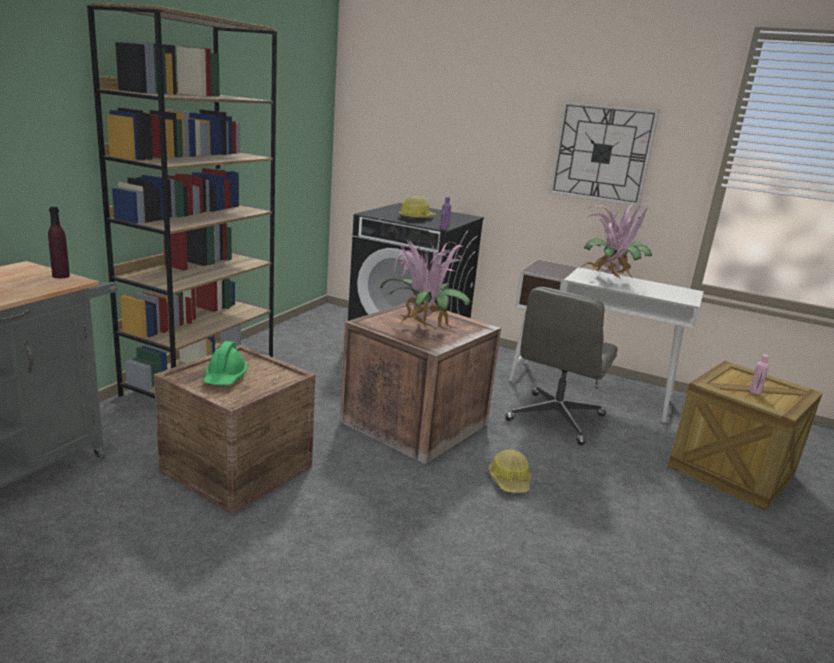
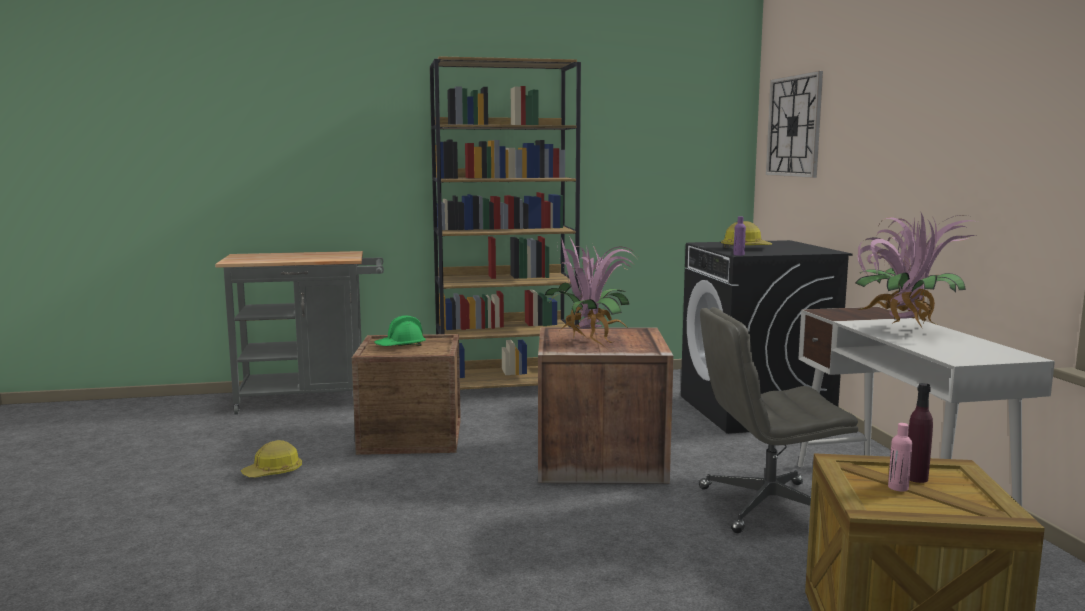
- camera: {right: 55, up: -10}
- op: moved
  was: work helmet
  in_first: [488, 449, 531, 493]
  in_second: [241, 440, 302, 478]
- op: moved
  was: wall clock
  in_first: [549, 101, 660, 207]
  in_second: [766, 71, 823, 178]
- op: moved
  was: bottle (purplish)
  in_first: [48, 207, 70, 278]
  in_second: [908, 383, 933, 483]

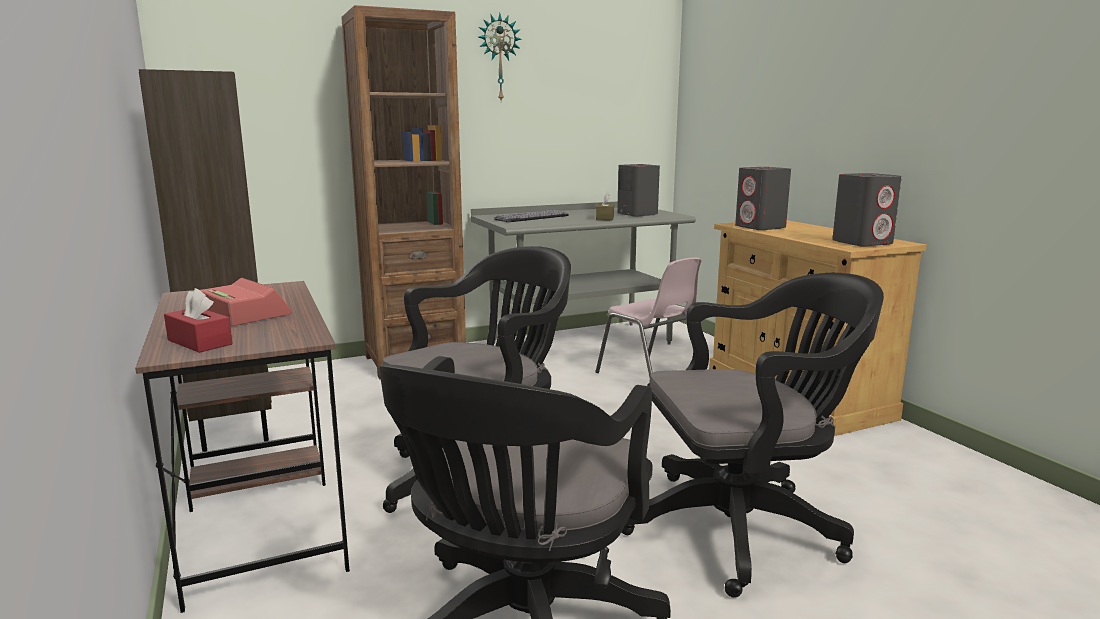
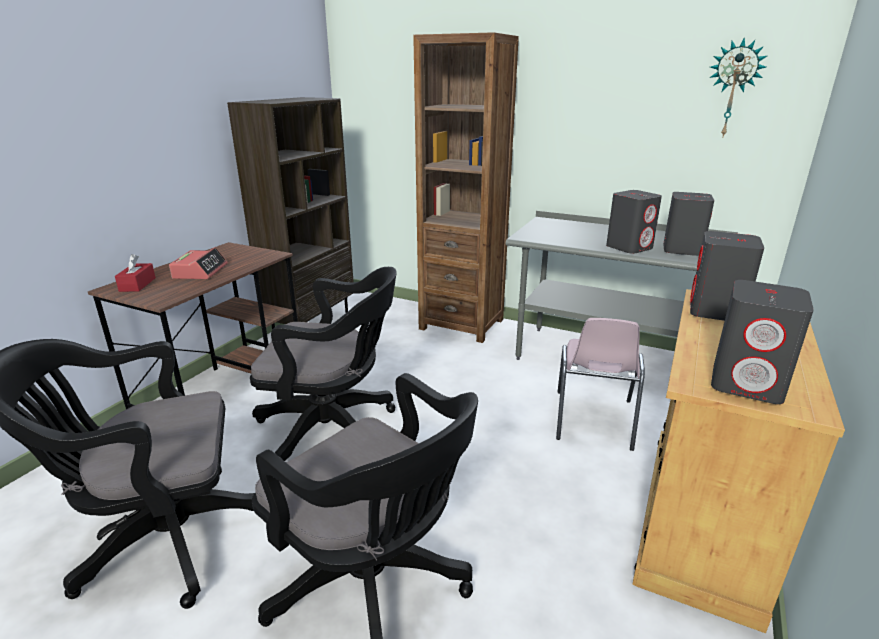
- camera: {right: 50, up: 10}
- op: replaced
  was: tissue holder (brownish)
  now: audio speaker (greyish)
  in_first: [596, 192, 614, 221]
  in_second: [606, 190, 662, 254]
- op: moved
  was: wall clock
  in_first: [479, 13, 521, 101]
  in_second: [709, 38, 767, 136]
- op: removed
  was: computer keyboard
  in_first: [494, 210, 569, 222]

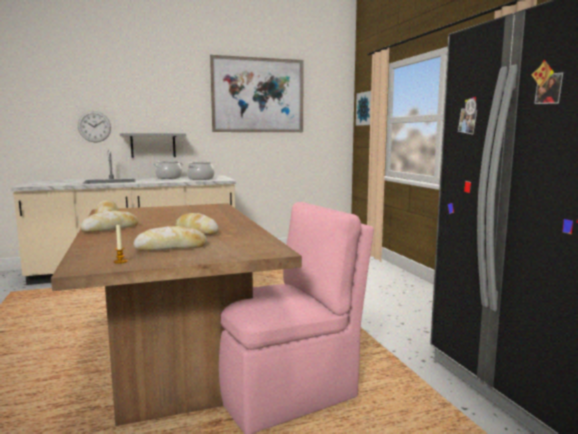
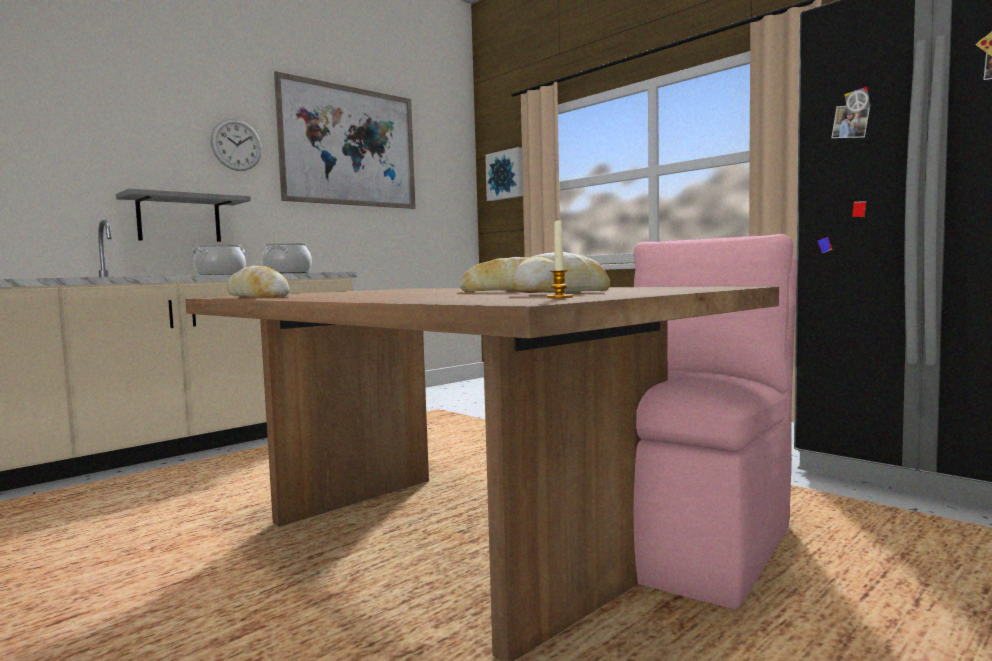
- camera: {right: -25, up: -5}
- op: moved
  was: wall clock
  in_first: [78, 111, 111, 142]
  in_second: [211, 119, 262, 171]
- op: removed
  was: bakery bread
  in_first: [80, 211, 139, 232]

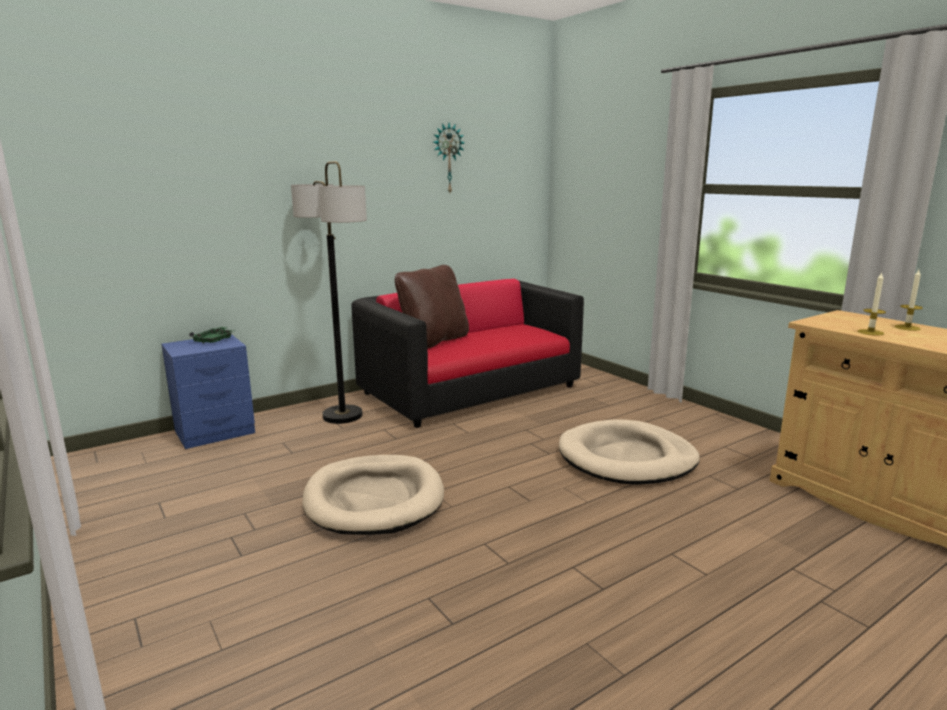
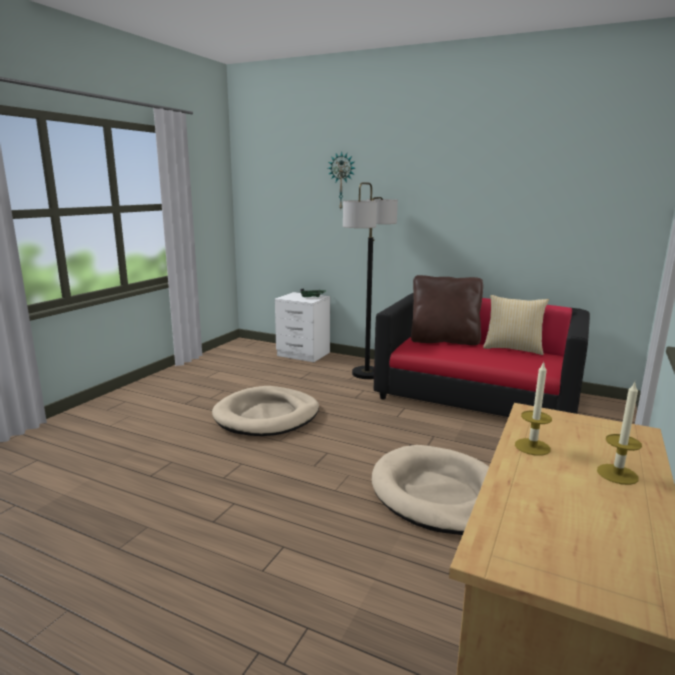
- camera: {right: 60, up: 0}
- op: recoloured
  was: nightstand (blue)
  now: nightstand (white)
  in_first: [161, 334, 255, 449]
  in_second: [275, 292, 330, 362]
- op: moved
  was: wall clock
  in_first: [433, 123, 465, 193]
  in_second: [328, 151, 355, 209]
- op: added
  now: throw pillow
  in_second: [483, 295, 549, 355]

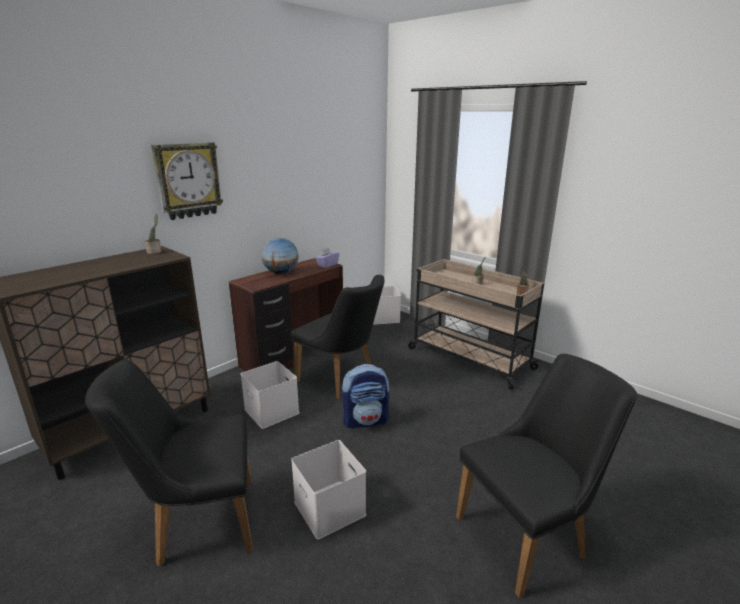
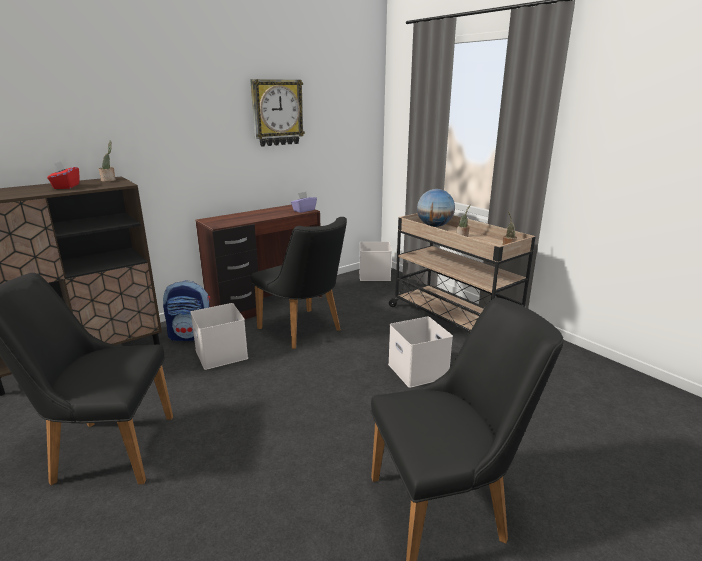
- camera: {right: 10, up: 0}
- op: added
  now: tissue holder (reddish)
  in_second: [47, 161, 79, 189]
- op: moved
  was: knapsack
  in_first: [342, 364, 389, 428]
  in_second: [163, 280, 210, 341]
- op: moved
  was: wall clock
  in_first: [151, 142, 223, 220]
  in_second: [250, 79, 305, 147]
- op: moved
  was: storage box (white)
  in_first: [291, 440, 366, 540]
  in_second: [388, 317, 453, 388]
- op: moved
  was: desk globe
  in_first: [262, 238, 298, 274]
  in_second: [417, 189, 455, 227]

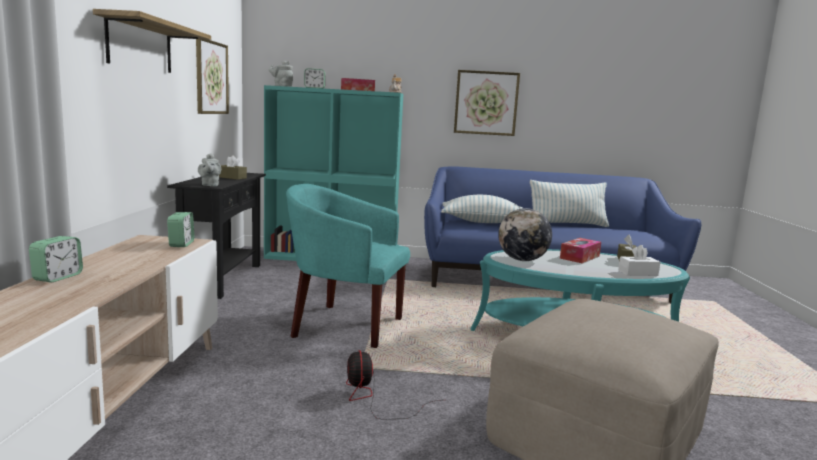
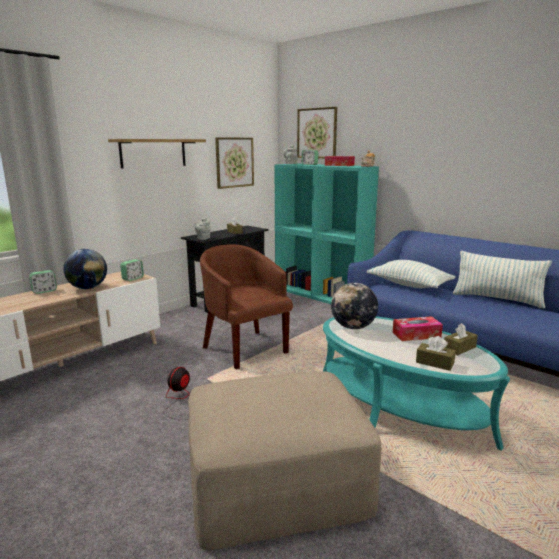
- camera: {right: 40, up: 5}
- op: added
  now: desk globe
  in_second: [63, 249, 107, 289]
- op: recoloured
  was: easy chair (turquoise)
  now: easy chair (brownish)
  in_first: [286, 184, 410, 348]
  in_second: [200, 244, 293, 369]
- op: moved
  was: wall picture
  in_first: [454, 70, 520, 136]
  in_second: [297, 107, 337, 158]
- op: recoloured
  was: tissue holder (white)
  now: tissue holder (brownish)
  in_first: [618, 245, 660, 276]
  in_second: [416, 336, 456, 371]

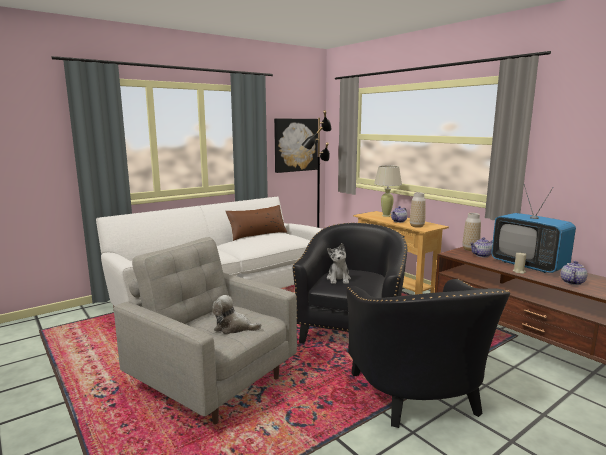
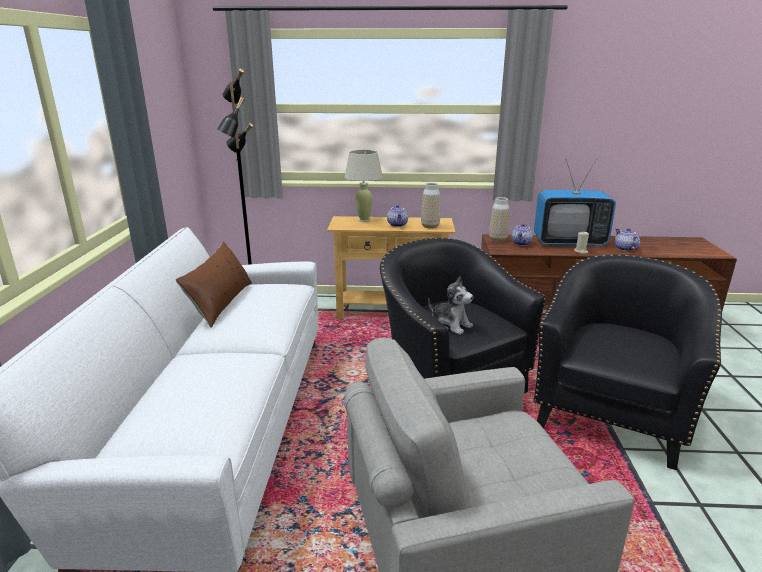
- camera: {right: -50, up: 10}
- op: turned
  was: easy chair (black)
  in_first: [346, 279, 510, 428]
  in_second: [534, 254, 722, 470]
  clockwise: -90
- op: removed
  was: plush toy
  in_first: [212, 295, 261, 334]
- op: removed
  was: wall picture
  in_first: [274, 119, 318, 173]

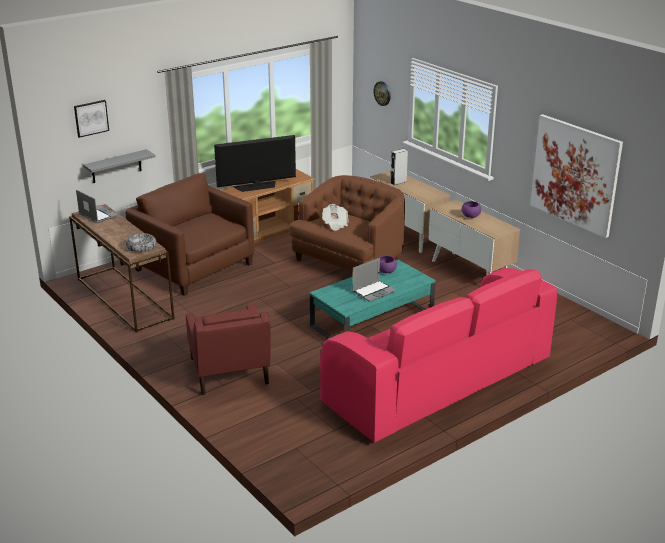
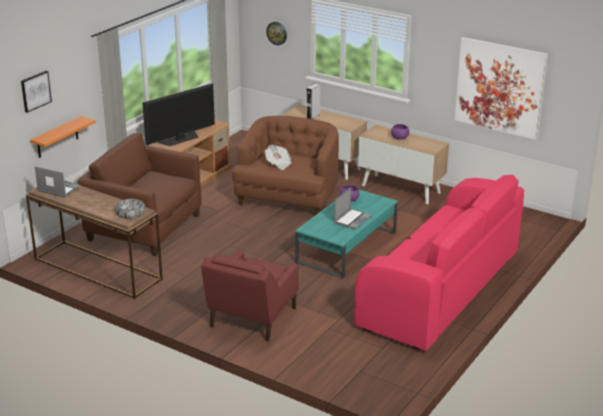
- camera: {right: -20, up: 0}
- op: recoloured
  was: shelf (greyish)
  now: shelf (orangey)
  in_first: [83, 149, 155, 183]
  in_second: [30, 116, 96, 158]
- op: turned
  was: easy chair (reddish)
  in_first: [186, 304, 271, 395]
  in_second: [201, 251, 299, 342]
  clockwise: 60

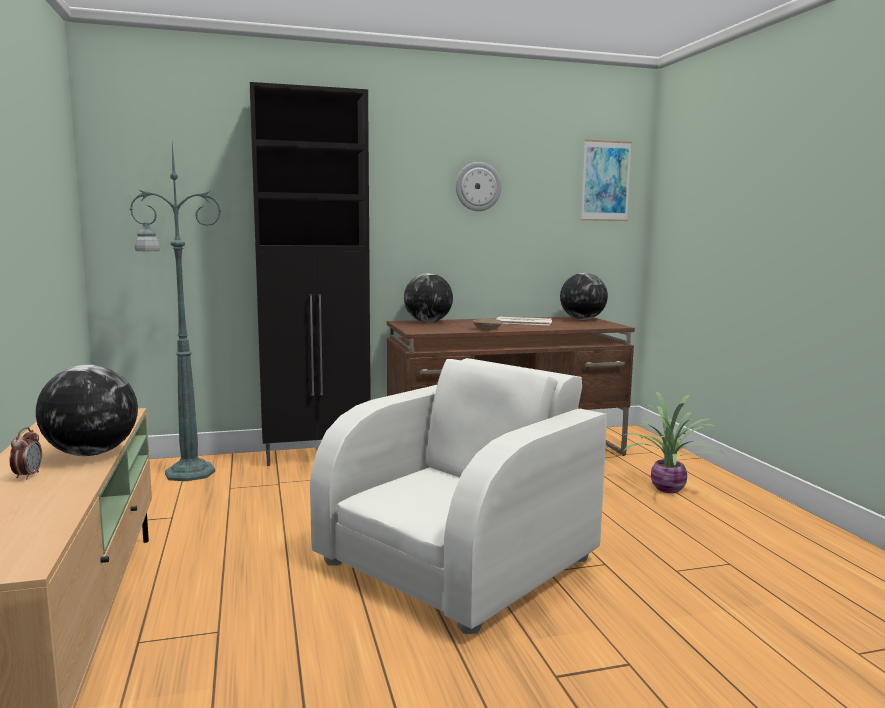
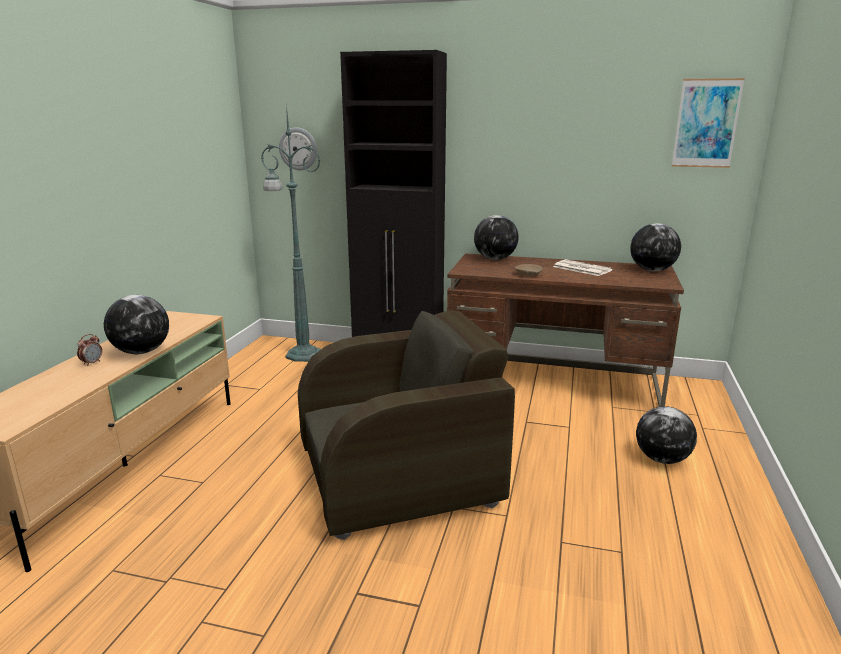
- camera: {right: 30, up: 10}
- op: moved
  was: wall clock
  in_first: [456, 162, 501, 211]
  in_second: [279, 127, 317, 170]
- op: recoloured
  was: easy chair (white)
  now: easy chair (brownish)
  in_first: [310, 358, 607, 634]
  in_second: [298, 310, 515, 540]
- op: replaced
  was: houseplant
  now: desk globe
  in_first: [624, 392, 728, 493]
  in_second: [636, 406, 697, 464]

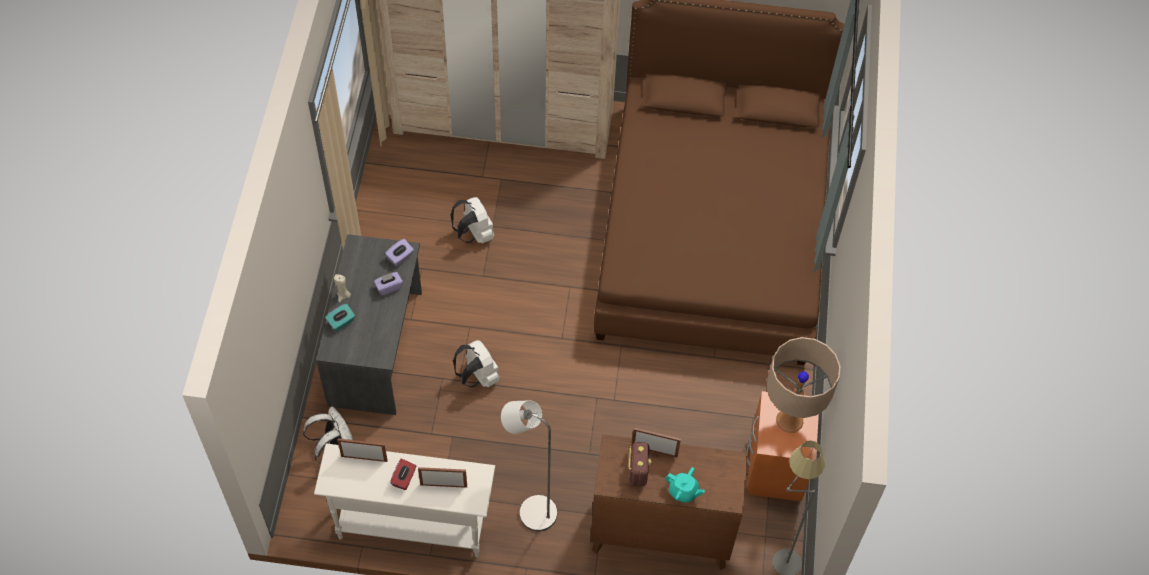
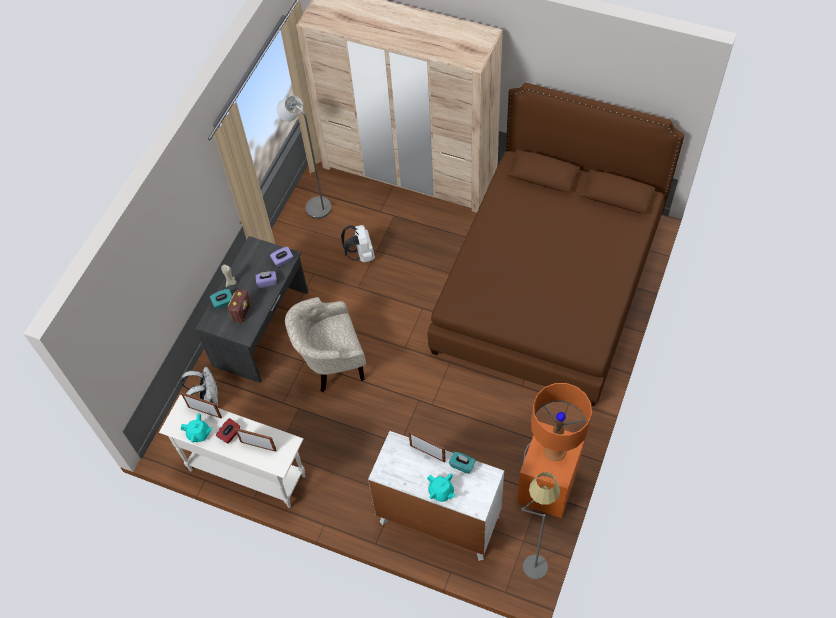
- camera: {right: 20, up: 0}
- op: added
  now: tea pot (turquoise)
  in_second: [181, 413, 212, 442]
- op: moved
  was: radio receiver
  in_first: [629, 442, 652, 486]
  in_second: [228, 289, 251, 323]
- op: moved
  was: floor lamp (greyish)
  in_first: [501, 400, 557, 531]
  in_second: [276, 95, 332, 219]
- op: replaced
  was: knapsack (white)
  now: easy chair (beige-coloured)
  in_first: [453, 340, 500, 387]
  in_second: [285, 297, 366, 392]
- op: recoloured
  was: chest of drawers (brownish)
  now: chest of drawers (white)
  in_first: [590, 434, 748, 570]
  in_second: [368, 431, 504, 561]
- op: added
  now: tissue holder (turquoise)
  in_second: [449, 452, 476, 474]
- op: recoloured
  was: lamp for a table (beige-coloured)
  now: lamp for a table (orangey)
  in_first: [767, 337, 840, 433]
  in_second: [531, 383, 592, 461]

